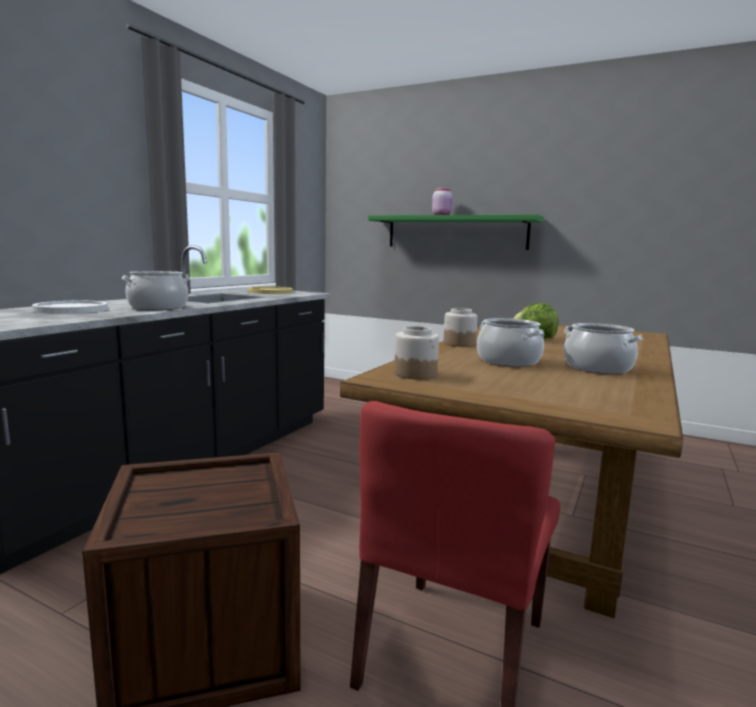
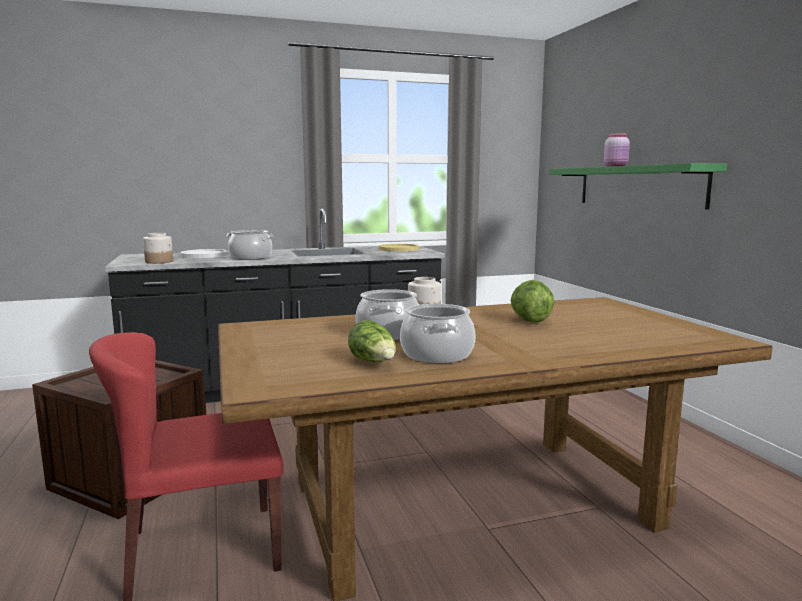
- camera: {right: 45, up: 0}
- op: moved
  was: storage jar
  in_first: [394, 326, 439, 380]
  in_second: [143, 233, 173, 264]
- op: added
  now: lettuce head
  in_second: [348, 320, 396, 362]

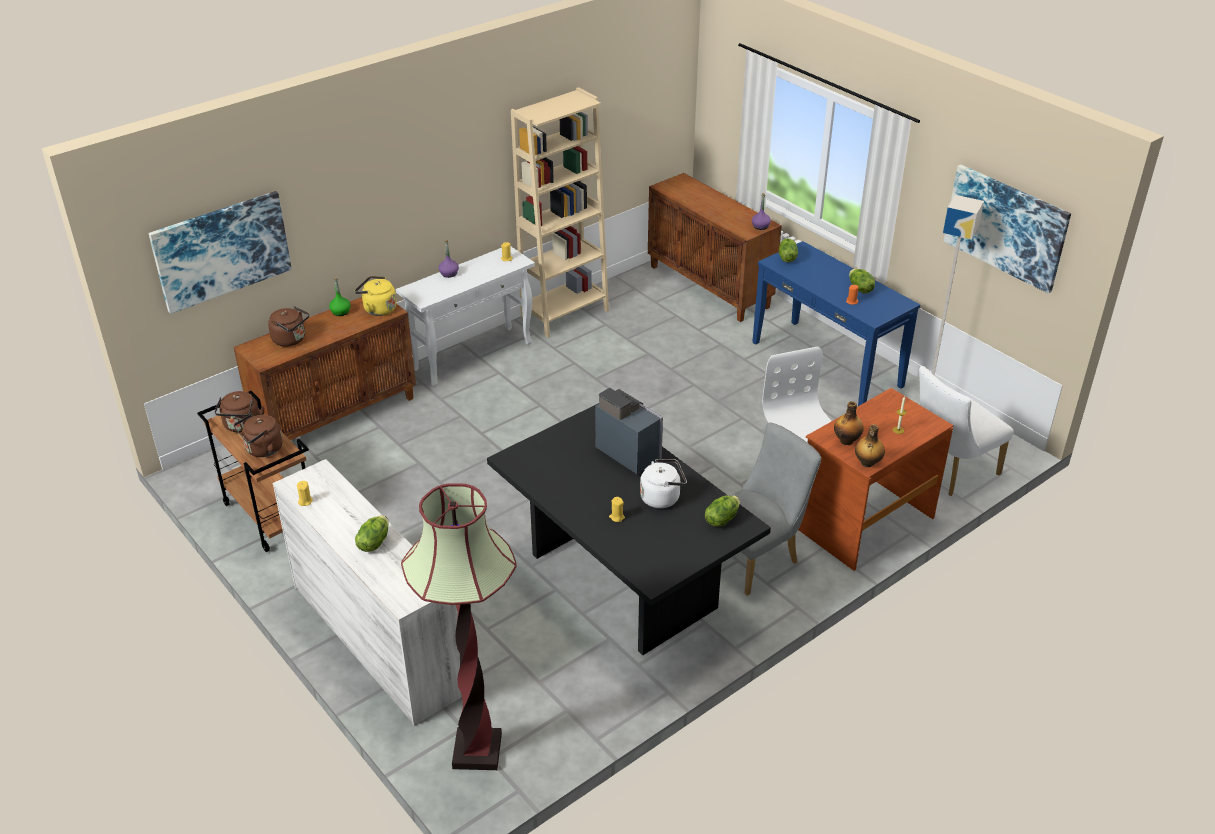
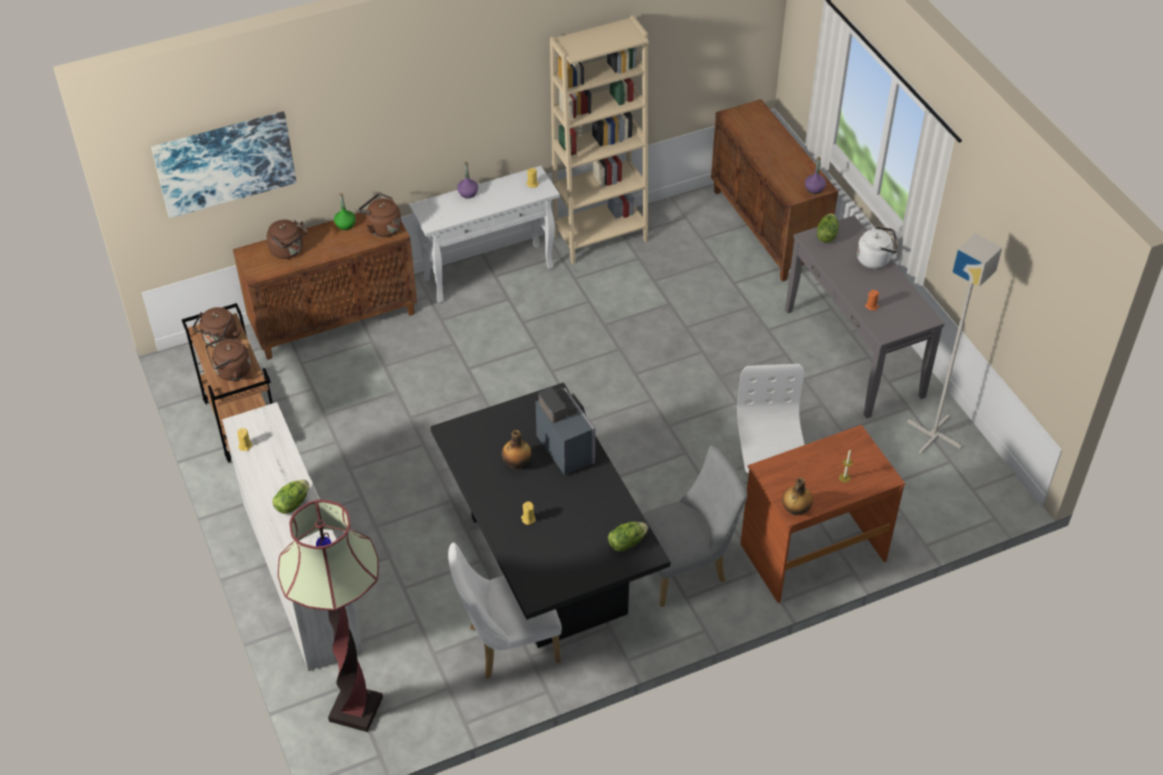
- camera: {right: 15, up: 10}
- op: recoloured
  was: water kettle (yellow)
  now: water kettle (brownish)
  in_first: [355, 276, 397, 316]
  in_second: [359, 193, 401, 237]
- op: moved
  was: plain chair (white)
  in_first: [919, 366, 1014, 496]
  in_second: [448, 542, 562, 679]
- op: moved
  was: bottle
  in_first: [834, 401, 864, 445]
  in_second: [502, 430, 532, 470]
- op: recoloured
  was: hall table (blue)
  now: hall table (greyish)
  in_first: [752, 241, 920, 406]
  in_second: [785, 215, 945, 419]
- op: moved
  was: water kettle (white)
  in_first: [640, 459, 687, 508]
  in_second: [857, 226, 898, 269]
- op: removed
  was: lettuce head
  in_first: [849, 269, 875, 294]
- op: removed
  was: wall picture
  in_first: [944, 165, 1071, 294]

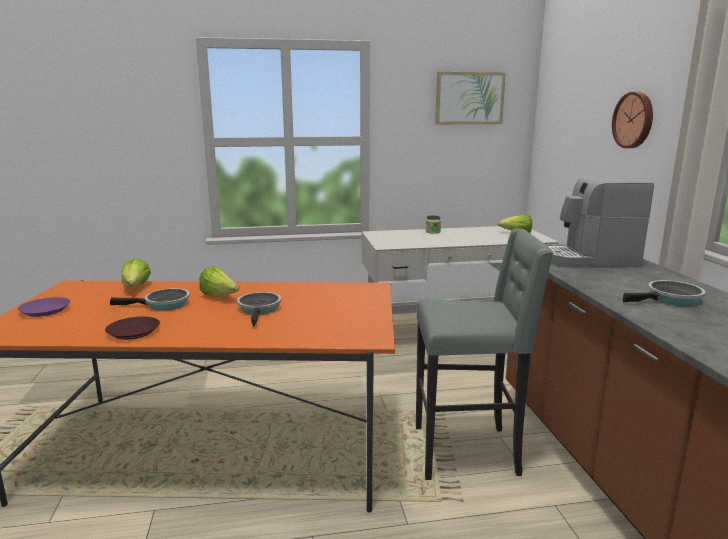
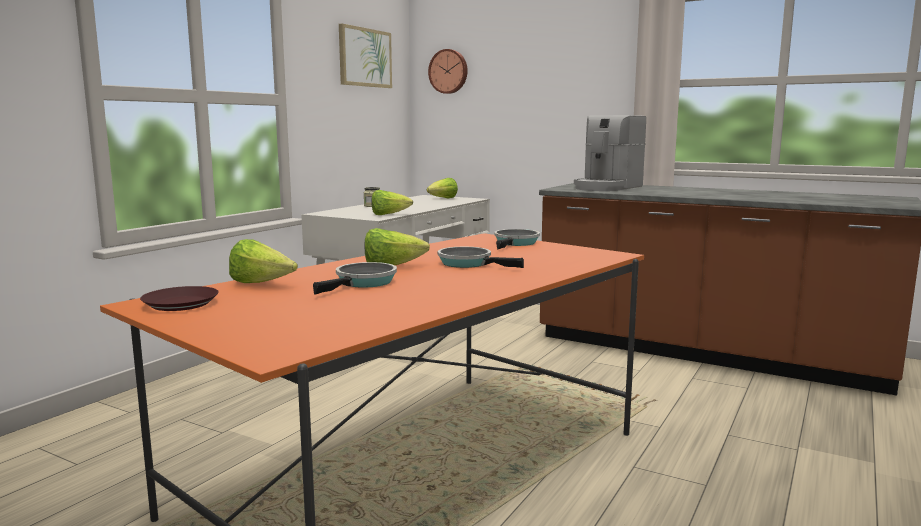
- camera: {right: -50, up: -5}
- op: moved
  was: plate (brownish)
  in_first: [105, 317, 160, 340]
  in_second: [140, 286, 219, 311]
- op: added
  now: lettuce head
  in_second: [371, 190, 413, 215]
- op: moved
  was: wall clock
  in_first: [612, 92, 653, 148]
  in_second: [428, 49, 468, 94]
- op: moved
  was: skillet
  in_first: [623, 280, 706, 306]
  in_second: [494, 229, 540, 249]
- op: removed
  was: plate (purplish)
  in_first: [18, 297, 70, 317]
- op: removed
  was: sitting stool (greyish)
  in_first: [416, 228, 553, 480]

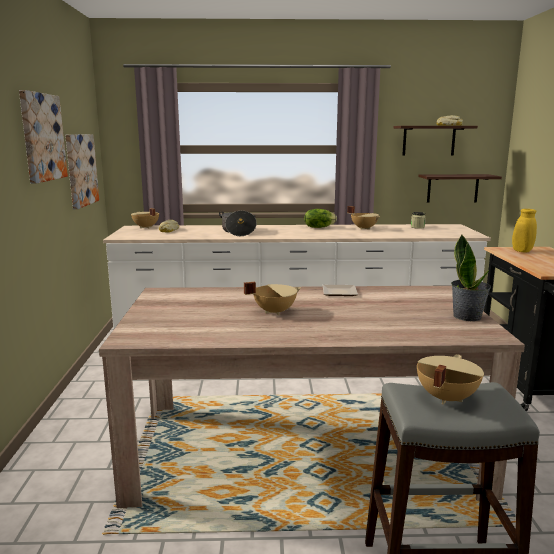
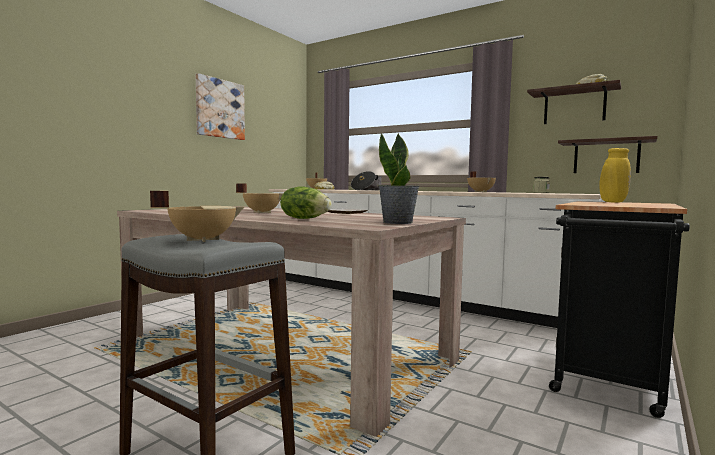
- camera: {right: 35, up: -10}
- op: moved
  was: lettuce head
  in_first: [304, 209, 337, 228]
  in_second: [280, 186, 332, 219]
- op: removed
  was: wall picture
  in_first: [65, 134, 99, 209]

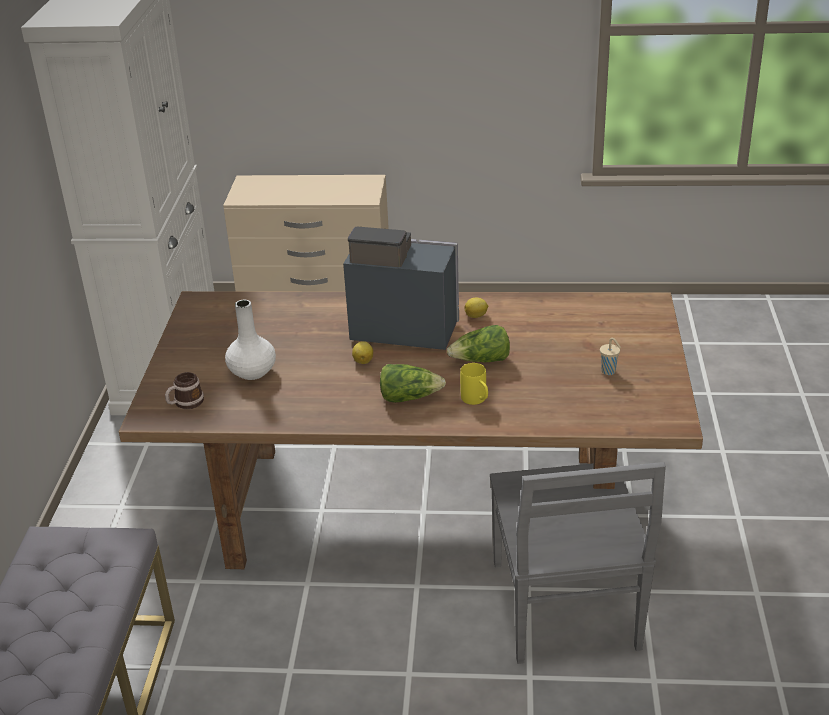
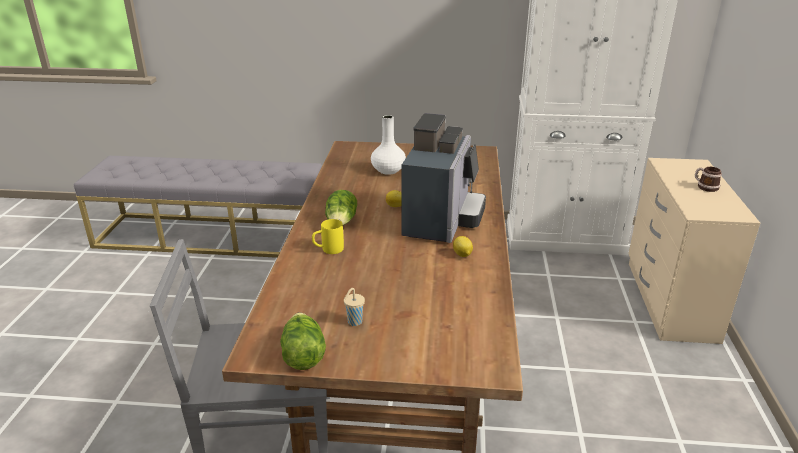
- camera: {right: 90, up: -5}
- op: moved
  was: lettuce head
  in_first: [447, 325, 510, 362]
  in_second: [280, 312, 326, 370]
- op: moved
  was: mug
  in_first: [165, 372, 204, 409]
  in_second: [695, 167, 722, 192]

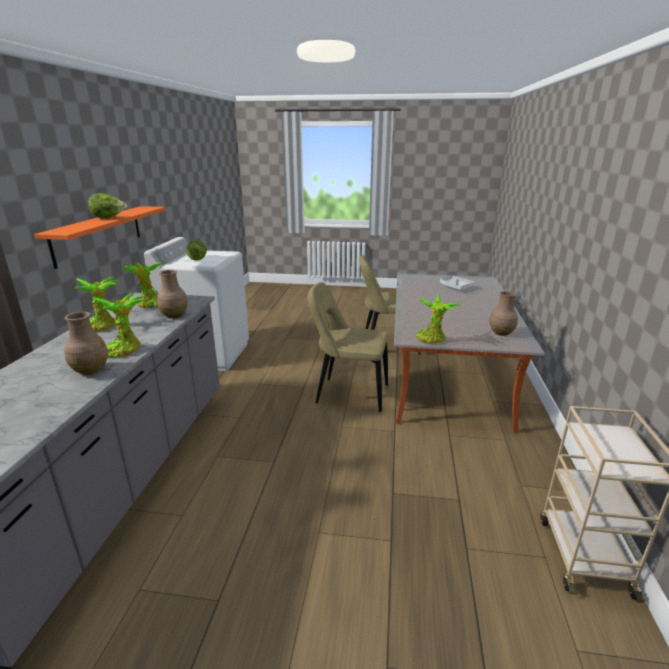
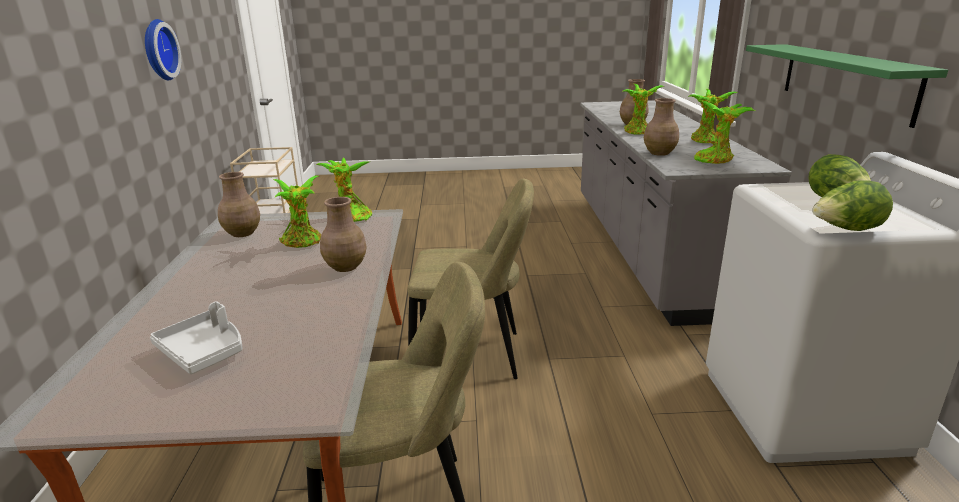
- camera: {right: 170, up: 0}
- op: added
  now: wall clock
  in_second: [145, 19, 181, 80]
- op: added
  now: houseplant
  in_second: [273, 176, 321, 248]
- op: added
  now: vase (brownish)
  in_second: [320, 197, 367, 272]
- op: recoloured
  was: shelf (orangey)
  now: shelf (green-coloured)
  in_first: [34, 206, 165, 269]
  in_second: [746, 44, 948, 128]
- op: moved
  was: lettuce head
  in_first: [88, 193, 127, 218]
  in_second: [812, 181, 893, 231]

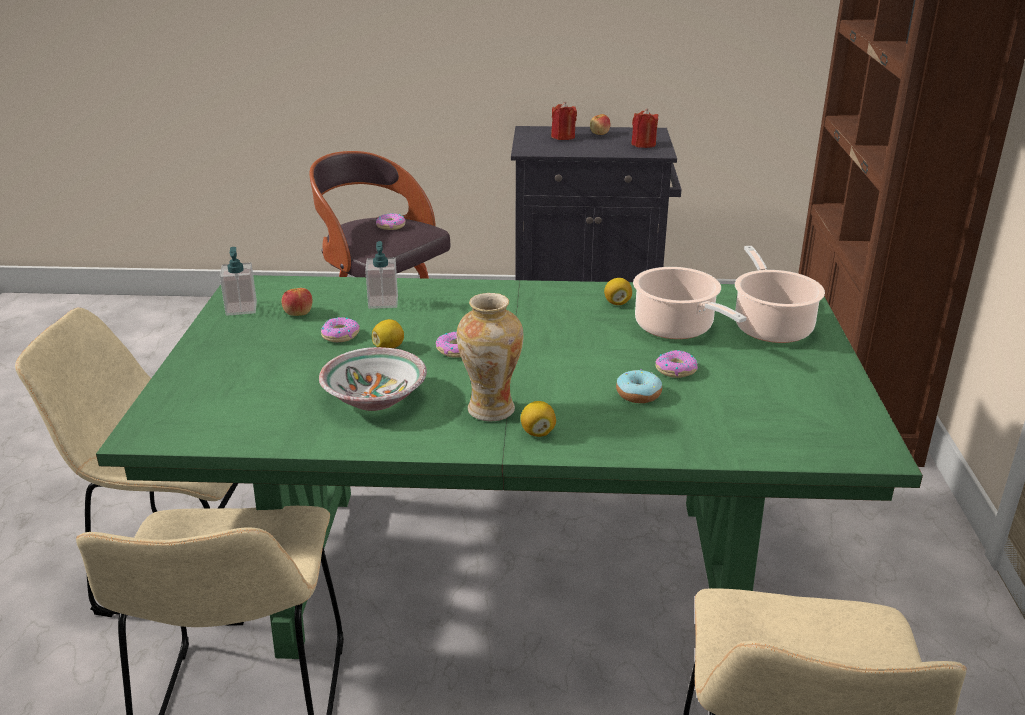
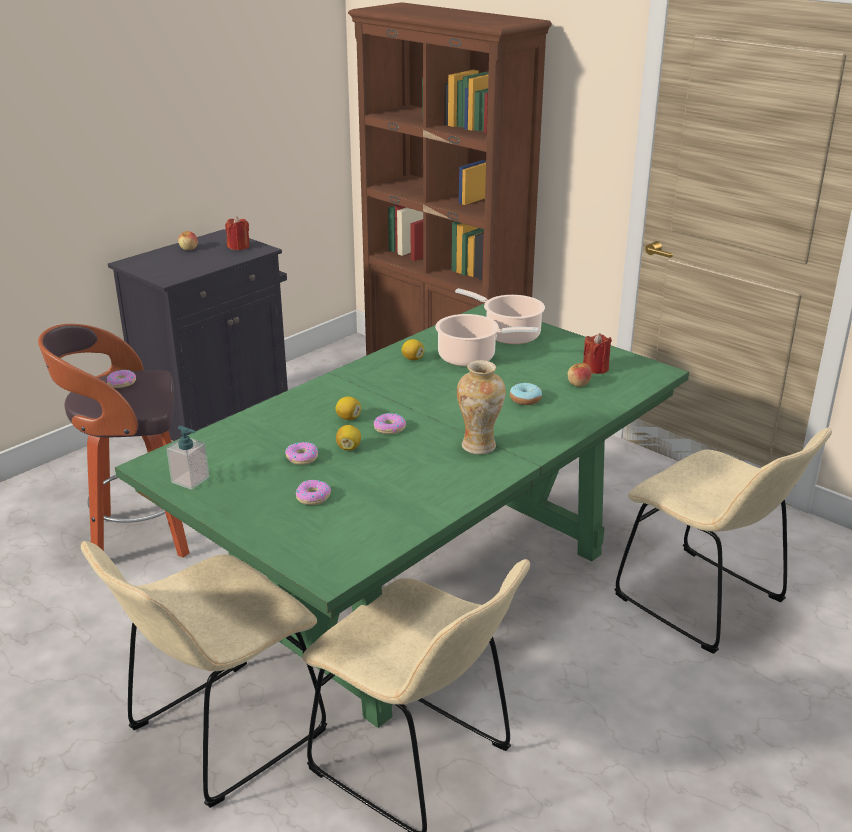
- camera: {right: -50, up: 0}
- op: moved
  was: ring doughnut
  in_first: [656, 350, 698, 378]
  in_second: [296, 480, 331, 505]
- op: moved
  was: lemon
  in_first: [520, 401, 556, 437]
  in_second: [335, 396, 361, 420]
- op: moved
  was: apple fruit
  in_first: [282, 288, 313, 316]
  in_second: [567, 363, 592, 387]
- op: moved
  was: candle (reddish)
  in_first: [551, 102, 577, 140]
  in_second: [583, 333, 612, 374]
- op: removed
  was: serving bowl
  in_first: [319, 347, 427, 411]
- op: removed
  was: soap bottle
  in_first: [365, 241, 398, 309]

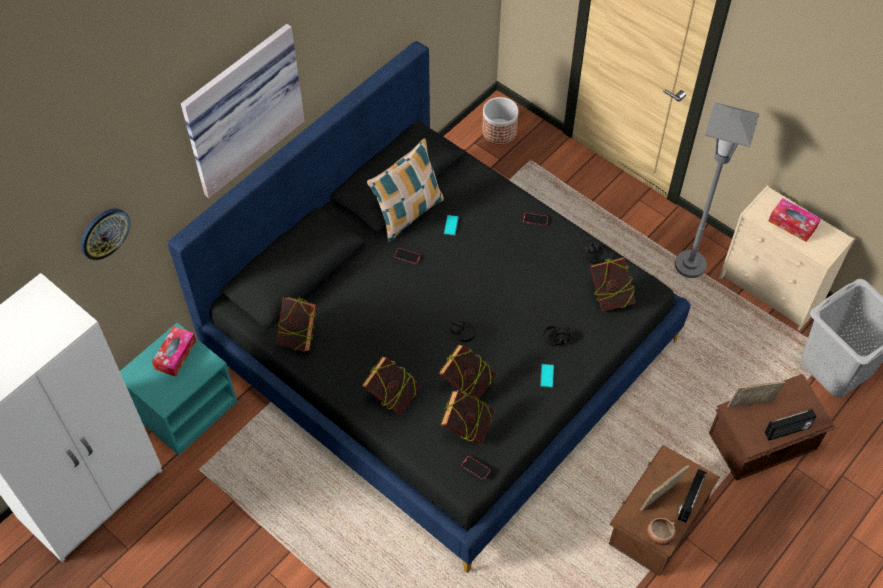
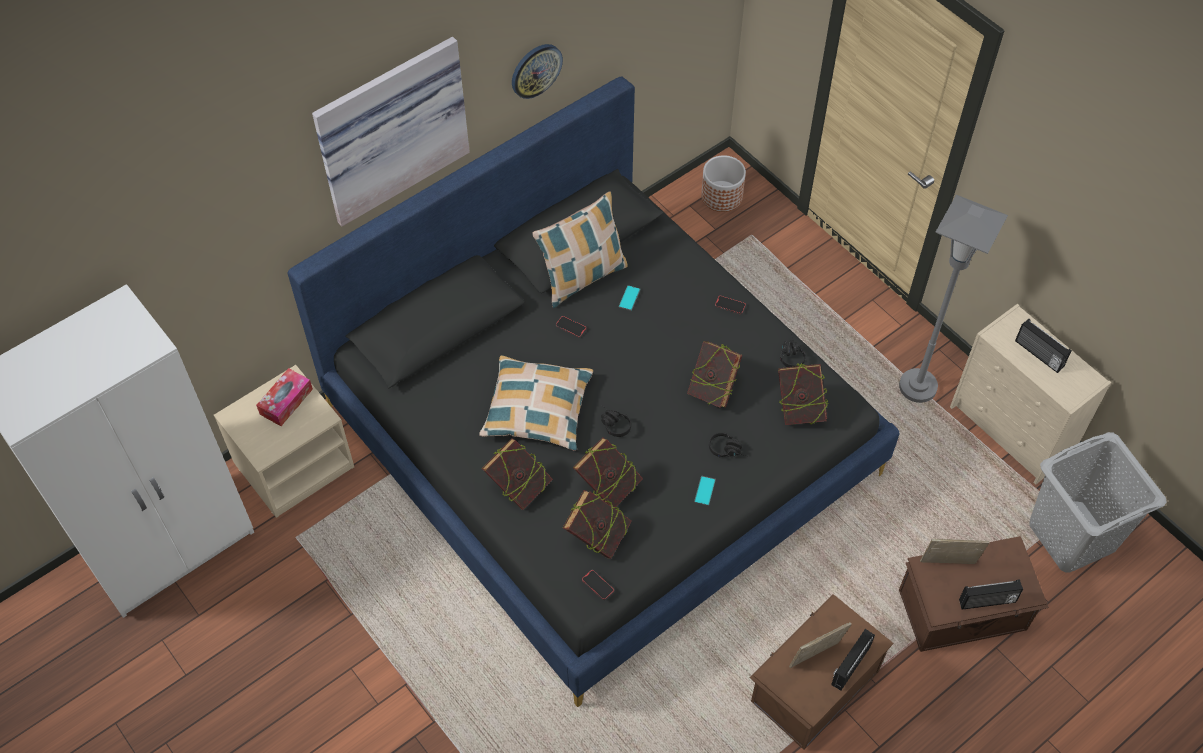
- camera: {right: 10, up: 0}
- op: recoloured
  was: nightstand (turquoise)
  now: nightstand (beige-coloured)
  in_first: [120, 323, 237, 455]
  in_second: [214, 365, 354, 518]
- op: added
  now: throw pillow
  in_second: [479, 355, 593, 451]
- op: moved
  was: wall clock
  in_first: [81, 209, 130, 260]
  in_second: [512, 44, 563, 99]
- op: moved
  was: book
  in_first: [276, 297, 317, 352]
  in_second: [687, 341, 742, 408]
- op: replaced
  was: tissue holder
  now: radio receiver
  in_first: [769, 198, 821, 242]
  in_second: [1015, 319, 1072, 373]
- op: removed
  was: serving bowl
  in_first: [647, 518, 676, 546]

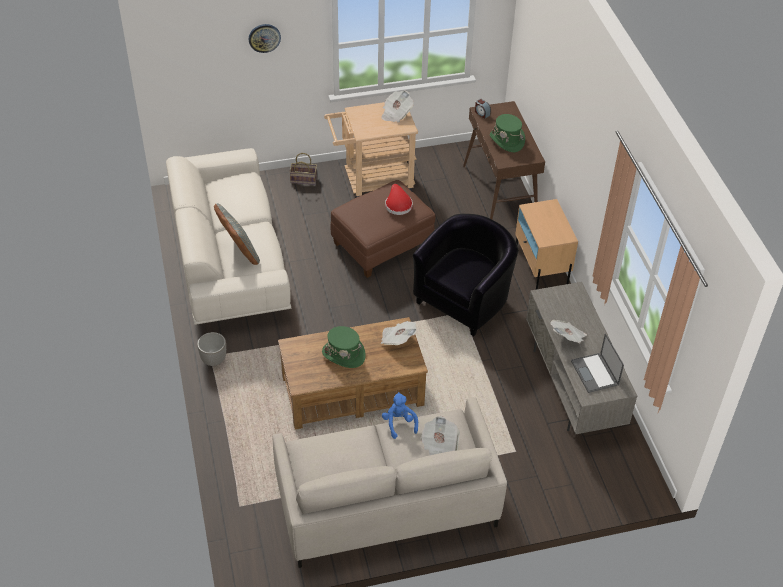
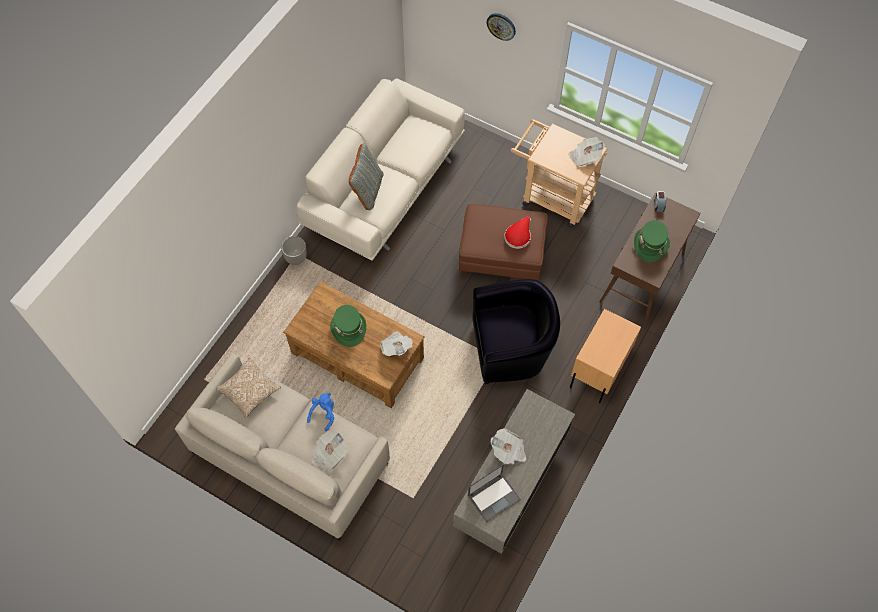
- camera: {right: 45, up: 15}
- op: added
  now: throw pillow
  in_second: [216, 358, 281, 418]
- op: turned
  was: laptop
  in_first: [571, 333, 624, 393]
  in_second: [468, 464, 521, 523]
  clockwise: -150
- op: removed
  was: household basket
  in_first: [289, 153, 317, 185]

